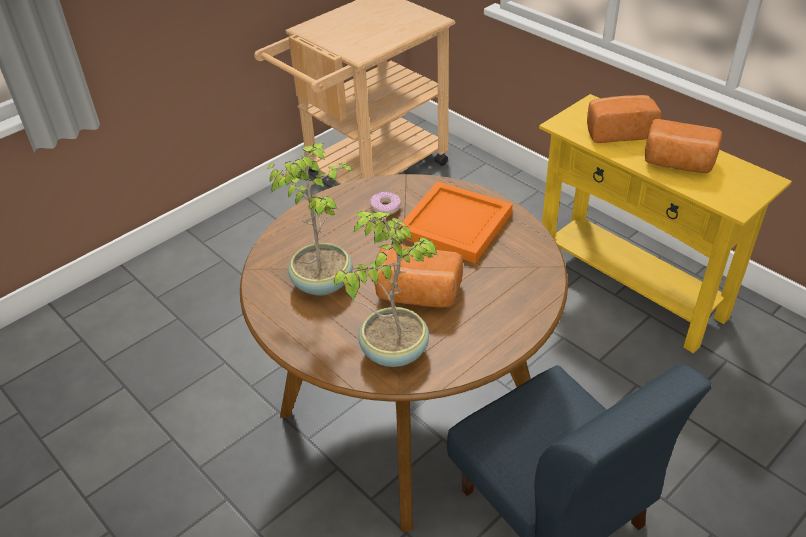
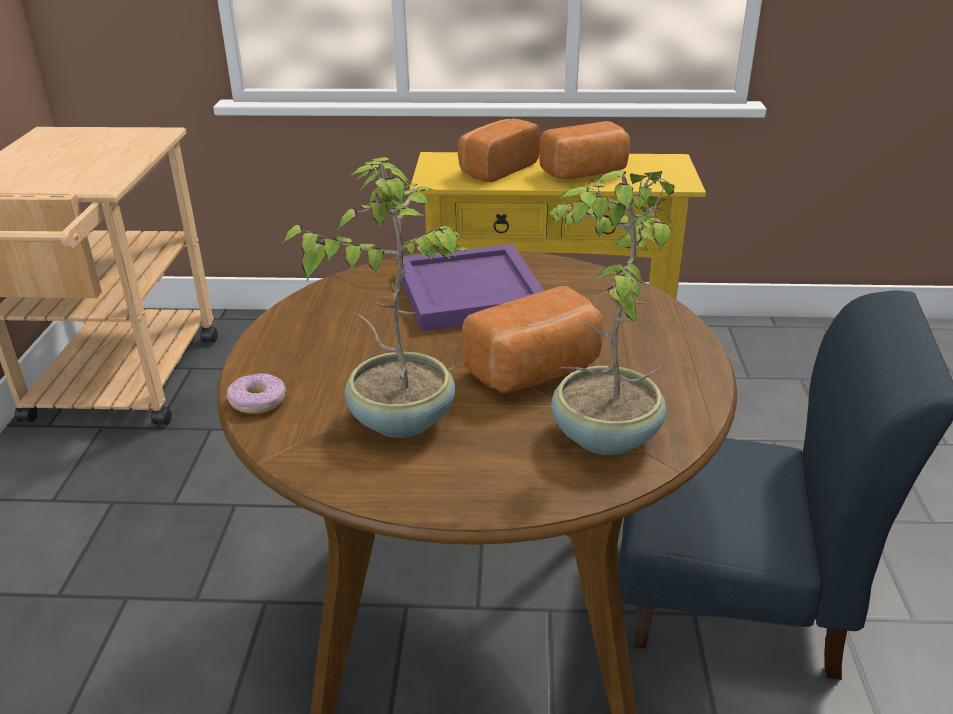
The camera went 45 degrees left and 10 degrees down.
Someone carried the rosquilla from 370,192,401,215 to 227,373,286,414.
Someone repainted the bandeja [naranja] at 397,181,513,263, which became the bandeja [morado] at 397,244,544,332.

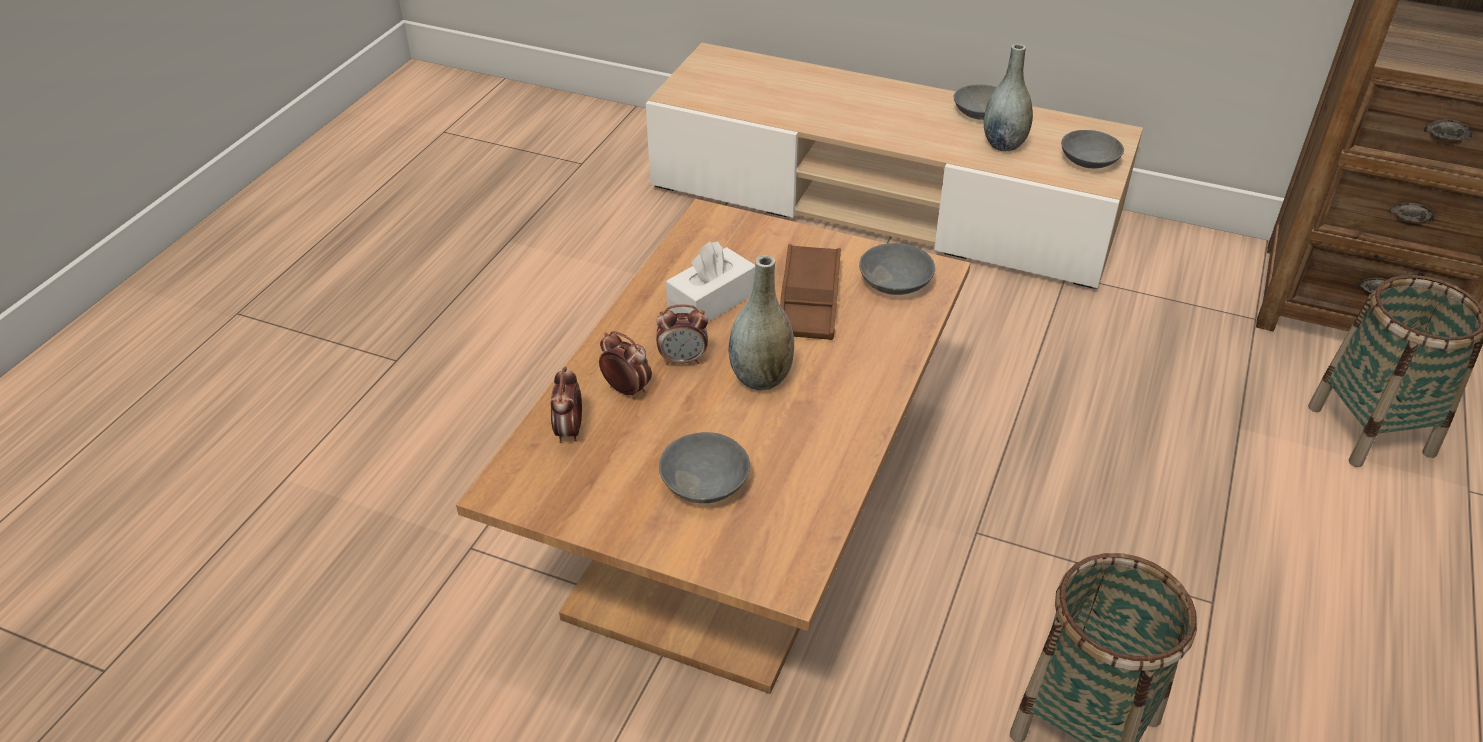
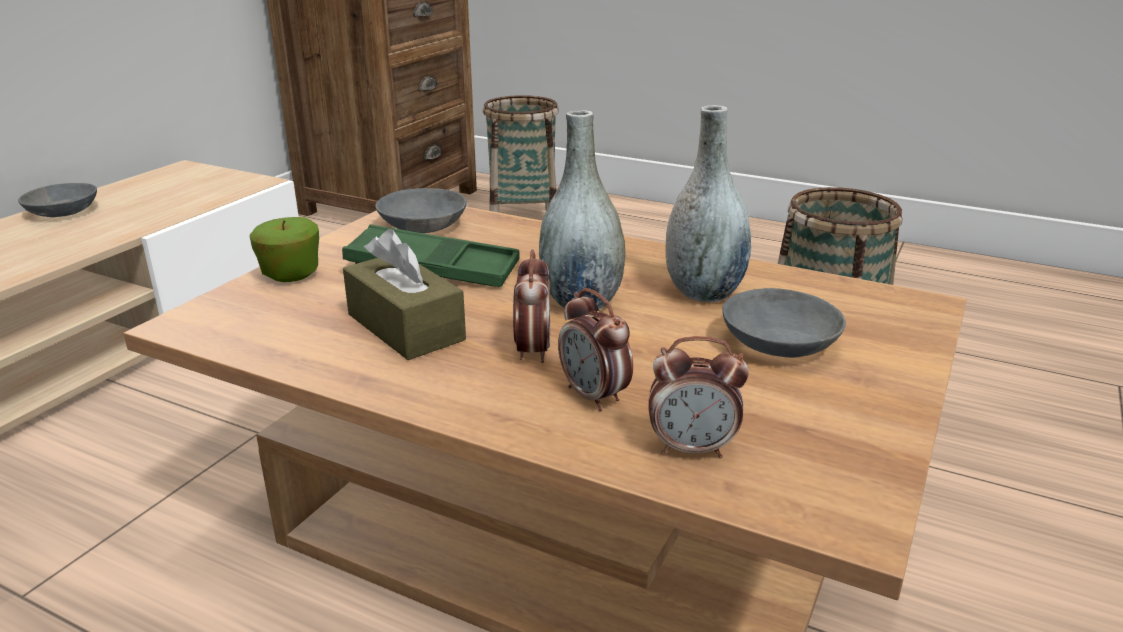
The camera went 85 degrees left and 15 degrees down.
Someone rotated the despertador at 599,331,652,399 by 75 degrees counterclockwise.
Someone repainted the caja de pañuelos [blanco] at 666,242,755,322, which became the caja de pañuelos [marrón] at 343,229,466,360.
Someone repainted the bandeja [marrón] at 780,244,841,340, which became the bandeja [verde] at 342,224,520,287.
Someone carried the florero [gris] from 984,44,1033,152 to 666,105,751,302.
Someone took away the cuenco [gris] at 1061,130,1124,168.
Someone put down the manzana at 249,217,319,282.

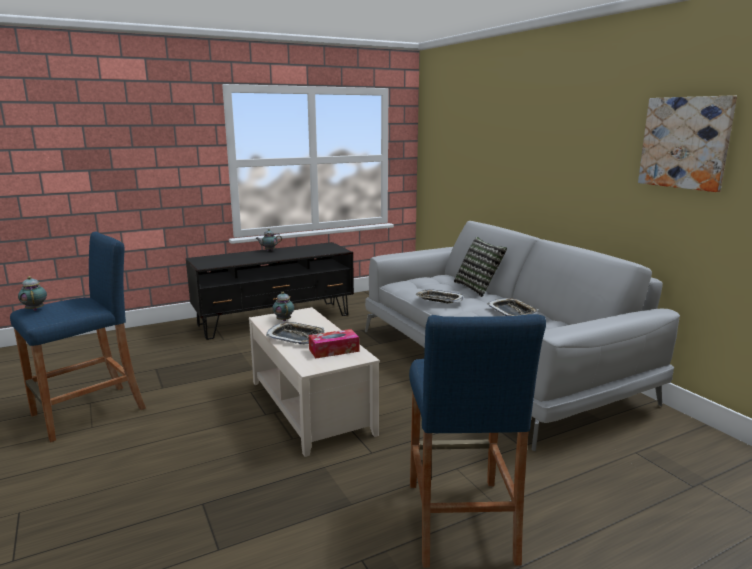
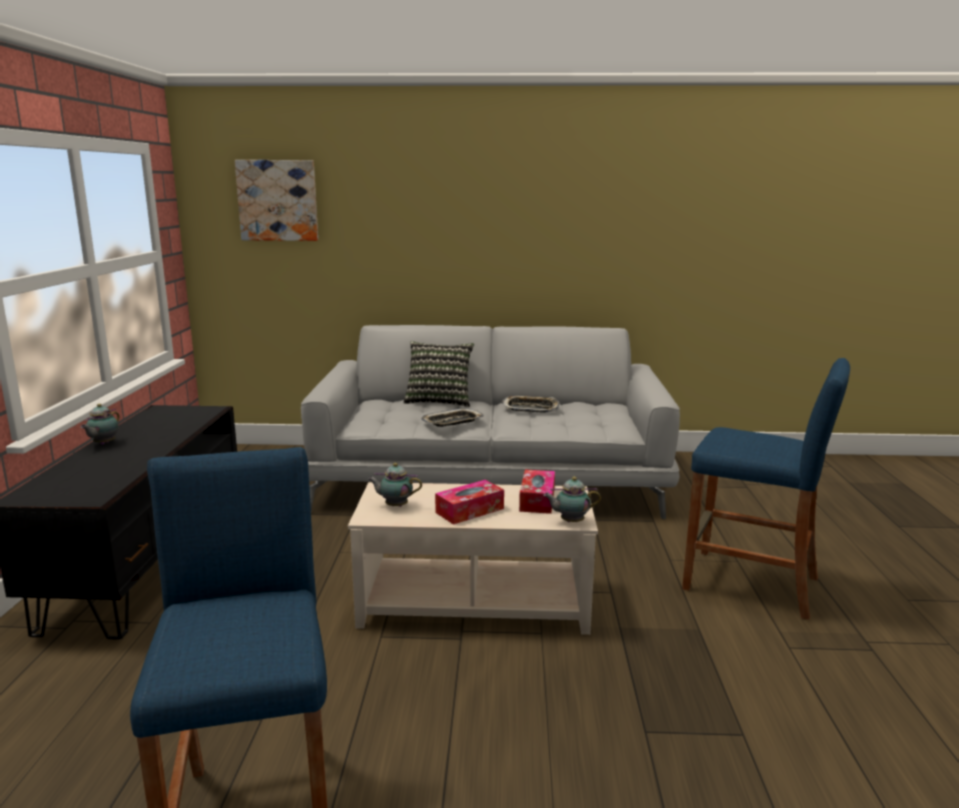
The camera went 60 degrees left and 0 degrees up.
Someone carried the tetera from 18,276,47,311 to 543,477,601,522.
Someone swapped the bandeja at 266,322,324,345 for the caja de pañuelos at 435,480,504,525.
Someone carried the cuadro from 638,95,737,192 to 235,160,318,241.

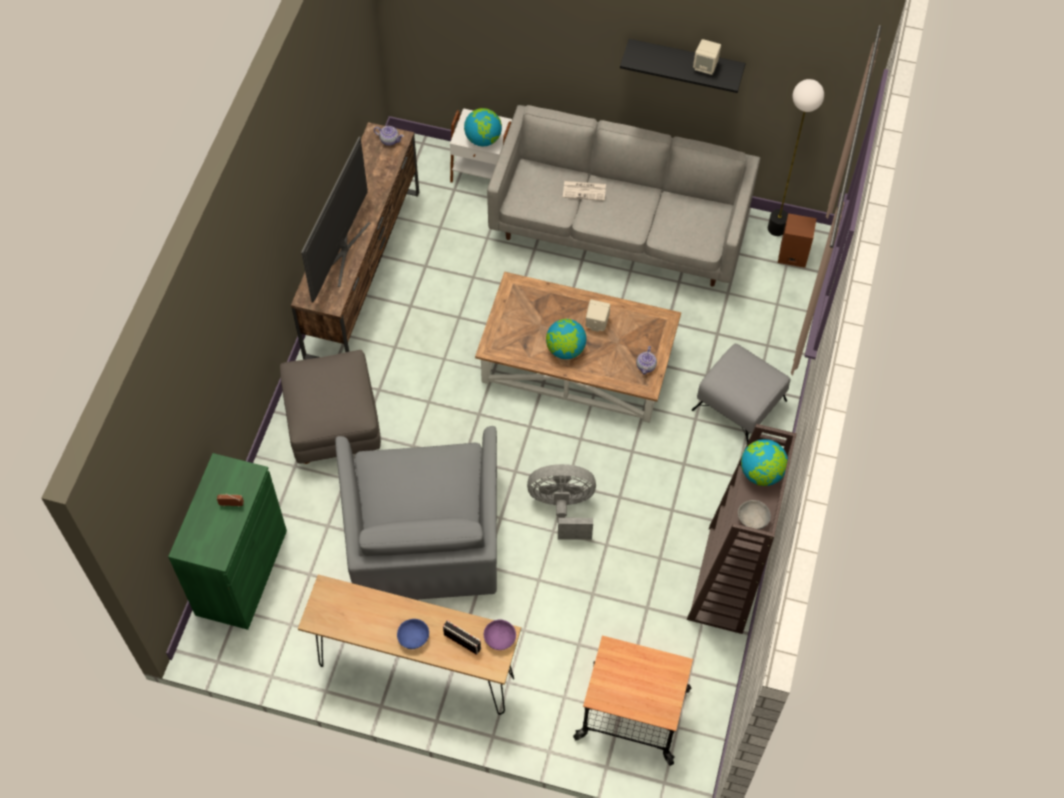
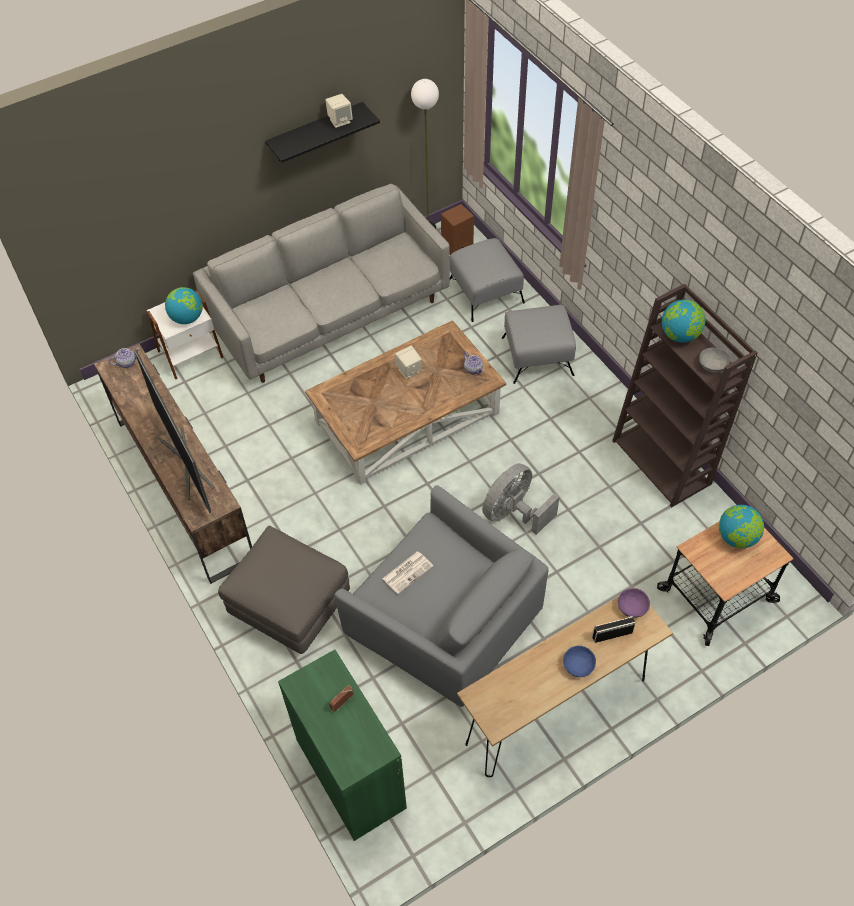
The camera went 45 degrees left and 5 degrees down.
Someone carried the globo terráqueo from 546,319,586,359 to 719,505,764,548.
Someone carried the periódico from 563,181,606,201 to 382,551,433,594.
Someone put down the puf [gris] at 450,238,525,322.

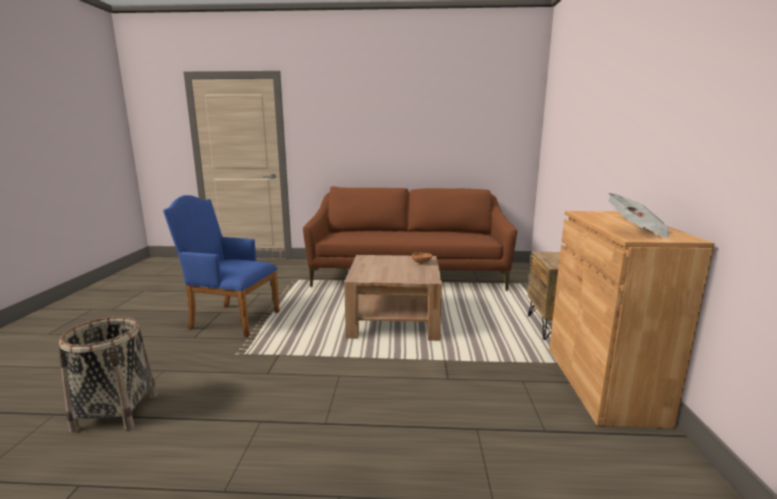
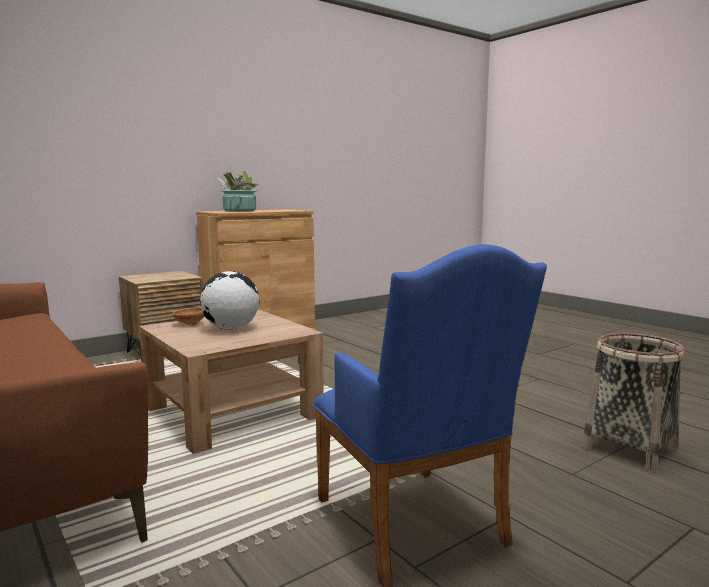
The camera went 130 degrees left and 5 degrees down.
Someone took away the periódico at 608,193,670,239.
Someone put down the globo terráqueo at 200,271,260,330.
Someone put down the planta en maceta at 218,171,258,212.

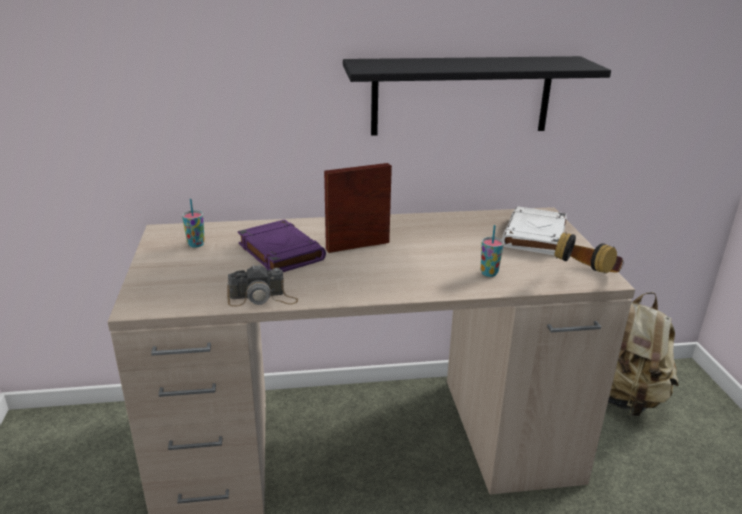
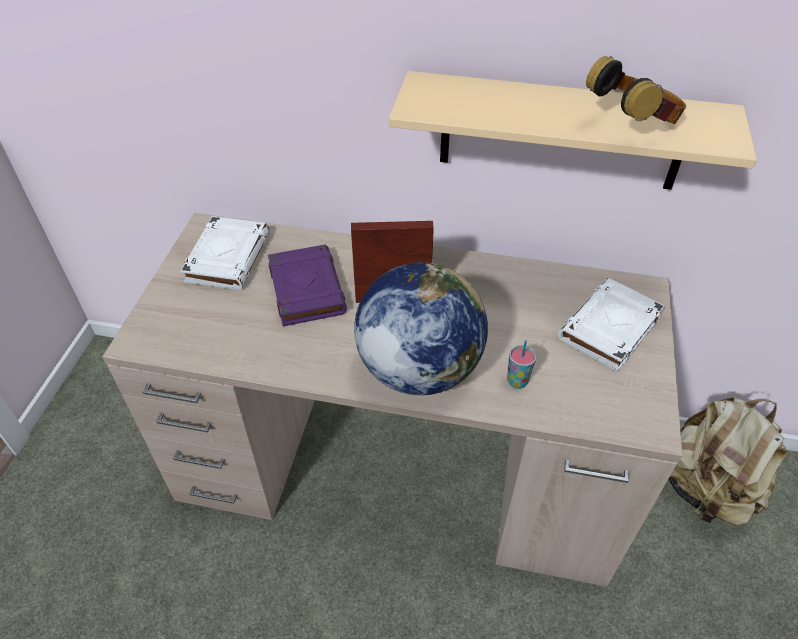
The camera went 20 degrees right and 20 degrees up.
Someone swapped the taza at 182,199,205,248 for the libro [blanco] at 180,216,269,290.
Someone took away the cámara at 227,264,298,307.
Someone repainted the estante [negro] at 343,56,611,136, which became the estante [beis] at 389,71,757,190.
Someone carried the auriculares from 554,233,624,274 to 586,56,686,124.
Someone put down the globo terráqueo at 354,262,488,395.

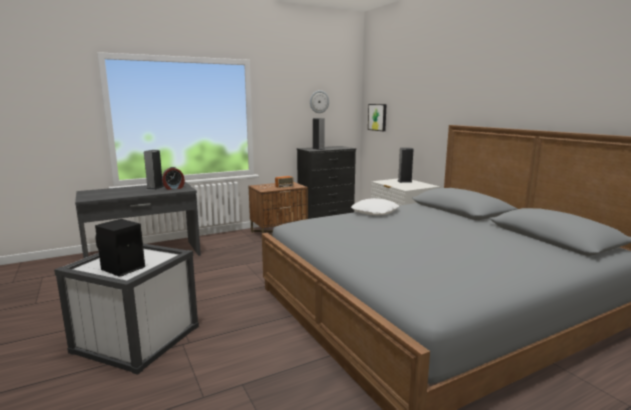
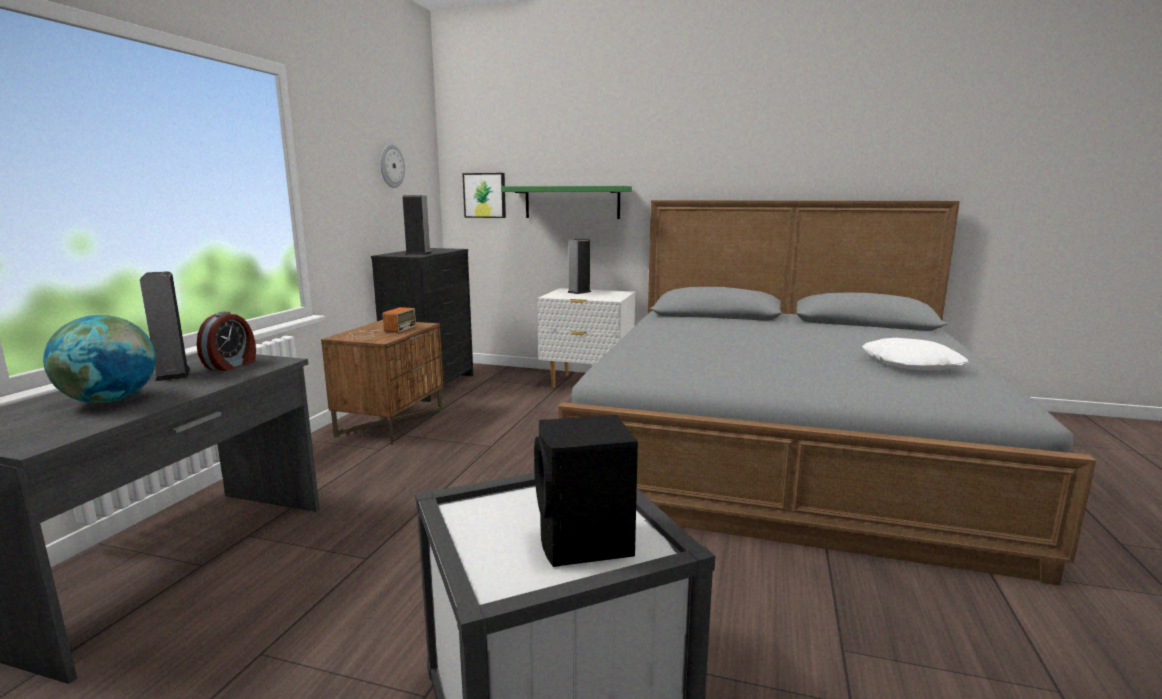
The camera went 45 degrees left and 0 degrees up.
Someone carried the cojín [blanco] from 351,198,399,215 to 862,338,968,370.
Someone put down the globo terráqueo at 43,315,156,404.
Someone put up the estante [verde] at 501,186,632,219.

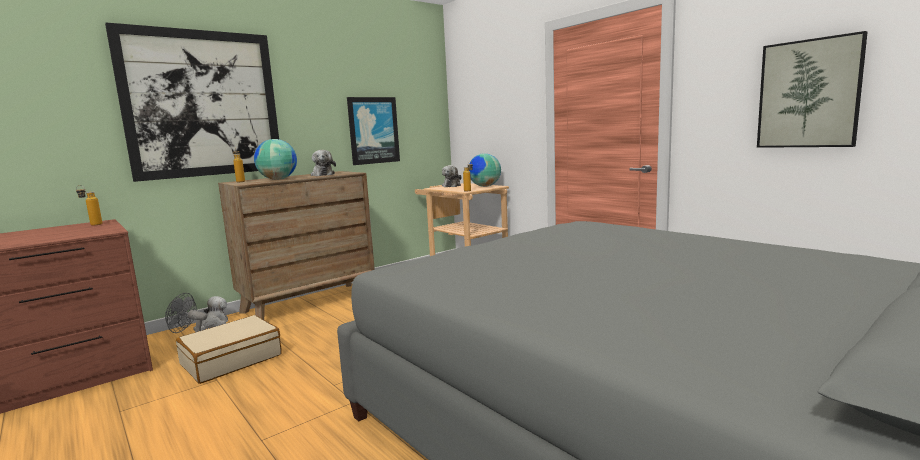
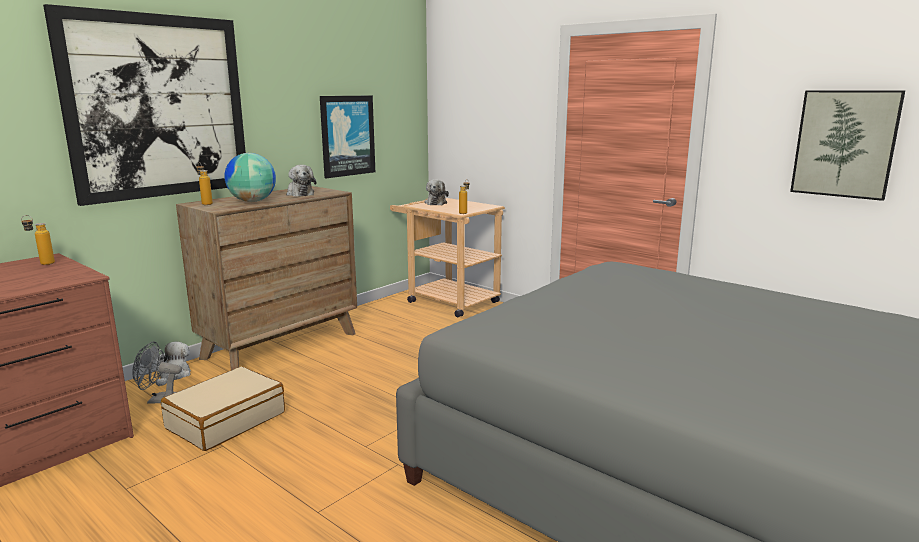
The camera went 10 degrees left and 5 degrees up.
Someone took away the globo terráqueo at 469,153,501,187.

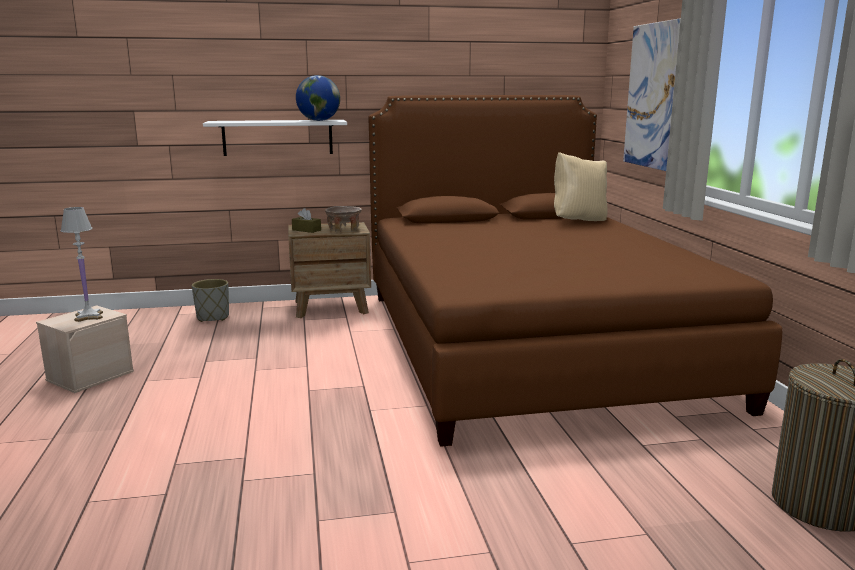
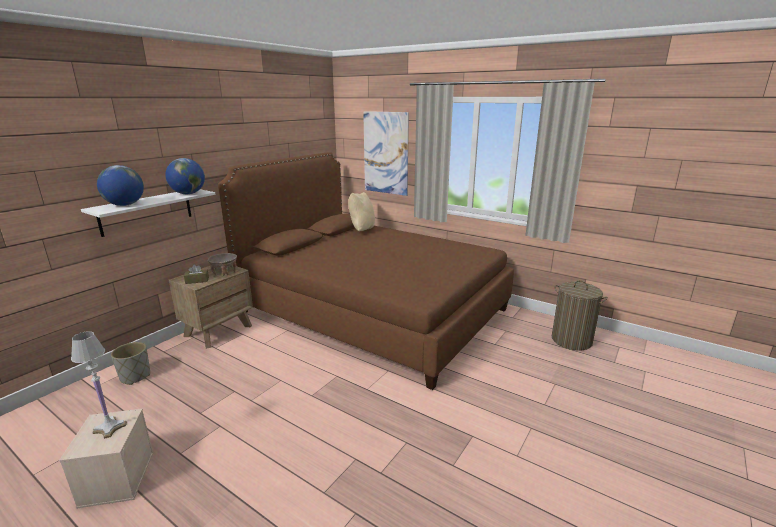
The camera went 45 degrees left and 5 degrees up.
Someone put down the globo terráqueo at 97,165,144,206.

